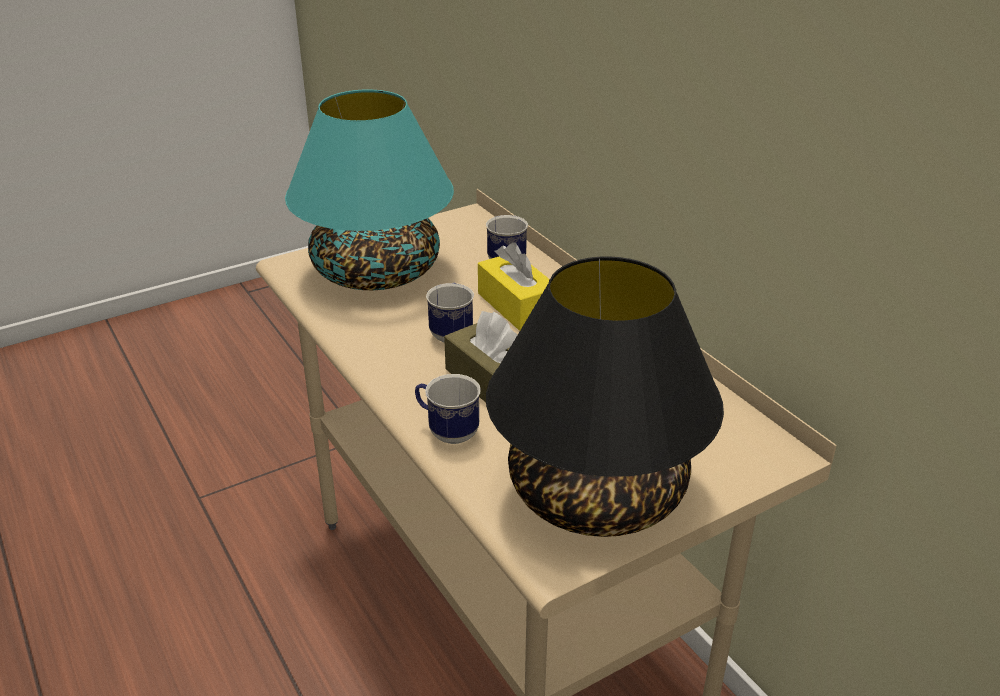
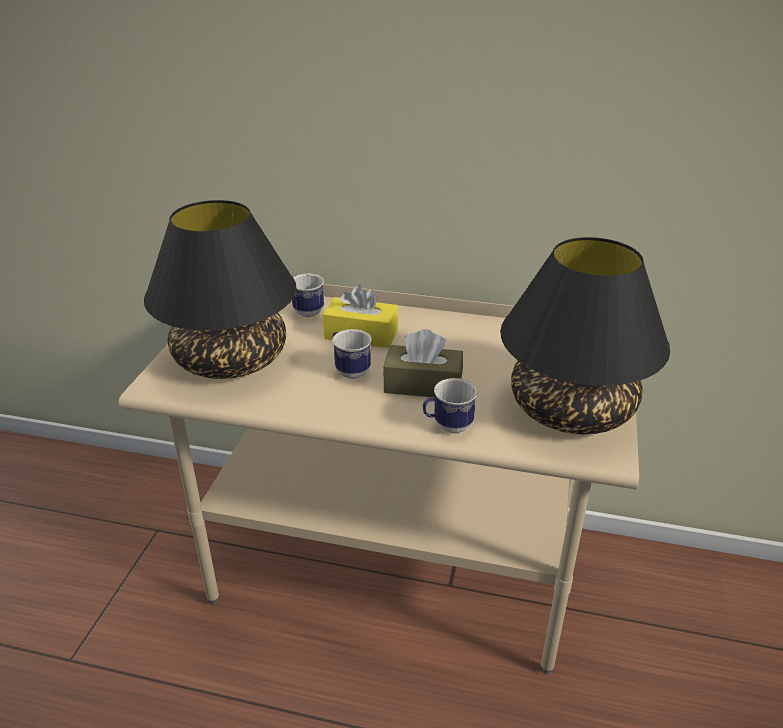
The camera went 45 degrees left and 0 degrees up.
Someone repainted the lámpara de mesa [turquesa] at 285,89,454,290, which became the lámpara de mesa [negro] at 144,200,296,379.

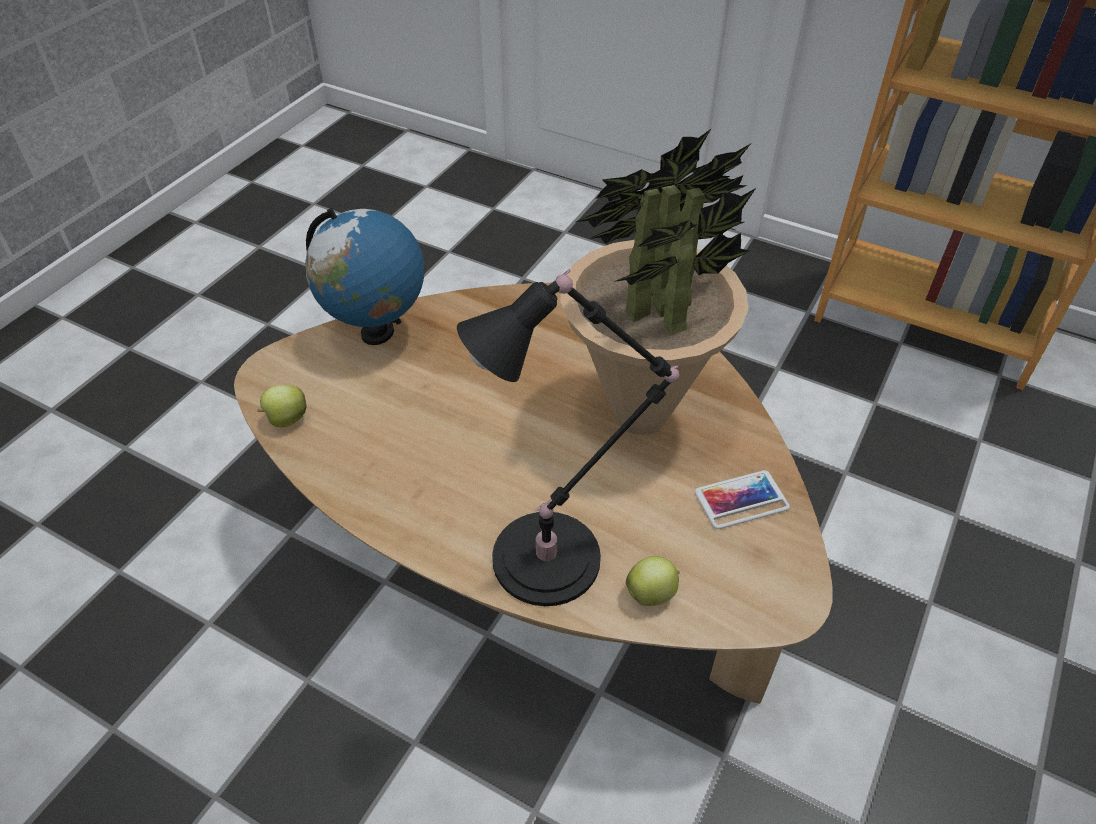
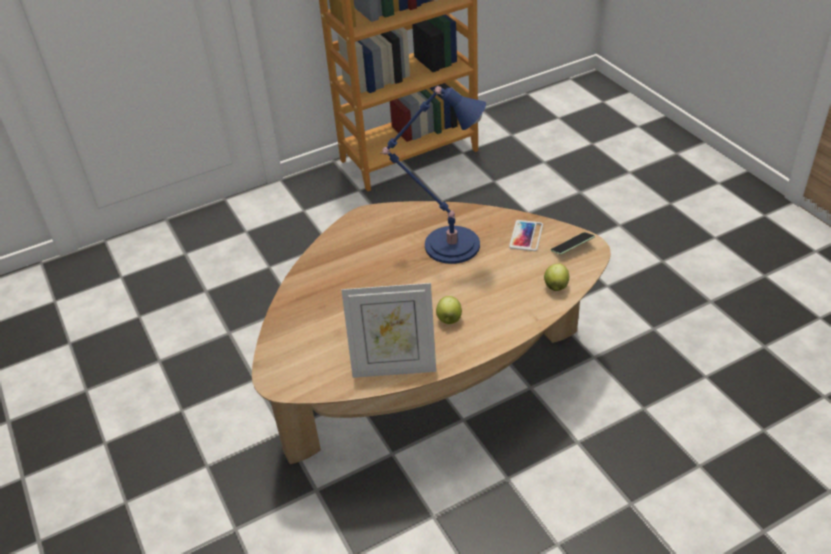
The camera went 55 degrees left and 5 degrees down.
Someone carried the manzana from 257,385,307,427 to 436,296,462,324.
Someone took away the globo terráqueo at 305,208,424,345.
Someone took away the lámpara de mesa [negro] at 457,269,680,606.
Someone swapped the planta en maceta at 560,129,756,435 for the lámpara de mesa [azul] at 380,86,486,264.
Someone put down the portarretratos at 341,283,436,378.
Someone put down the móvil at 551,232,595,254.

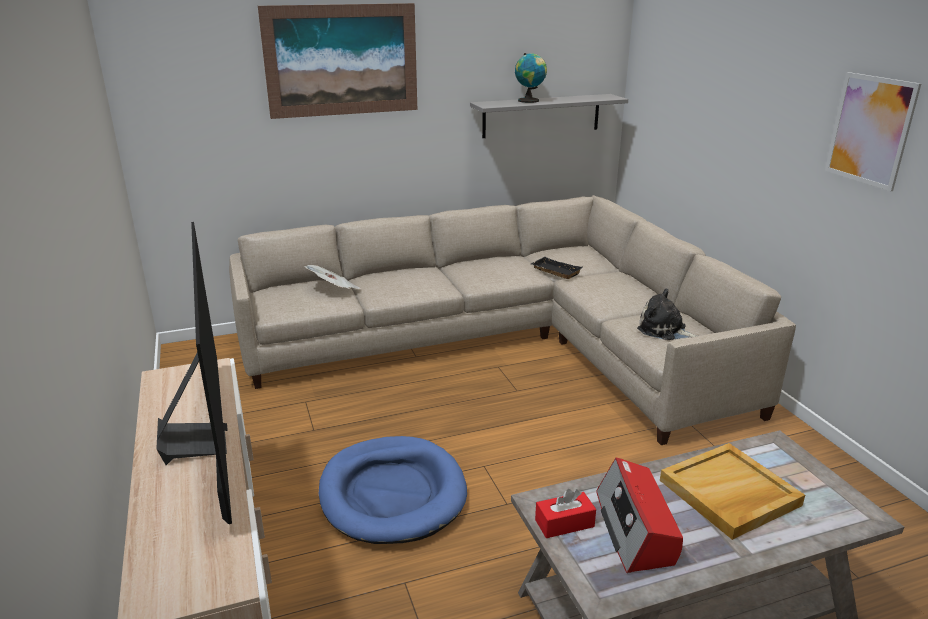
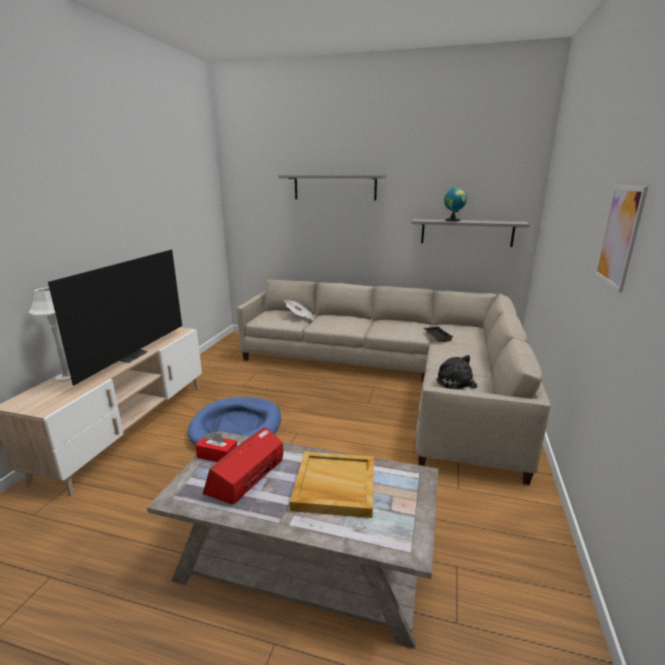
The camera went 35 degrees right and 5 degrees down.
Someone swapped the cuadro at 258,3,417,119 for the estante [gris] at 278,175,386,201.
Someone put down the lámpara de mesa [blanco] at 28,287,71,382.

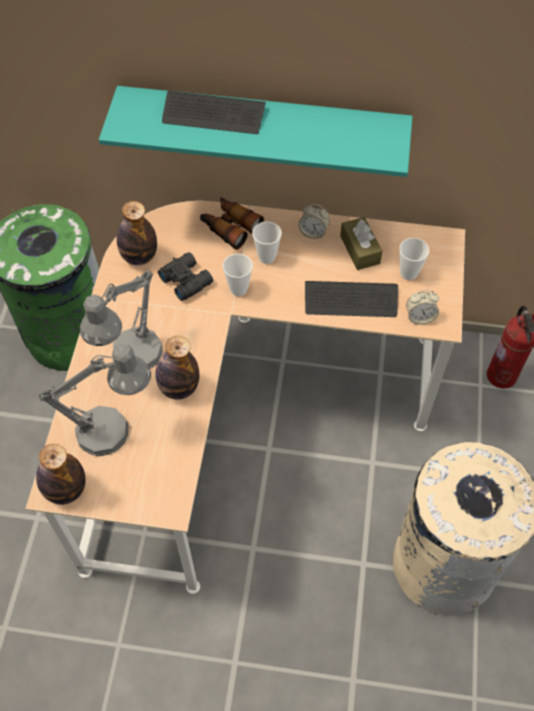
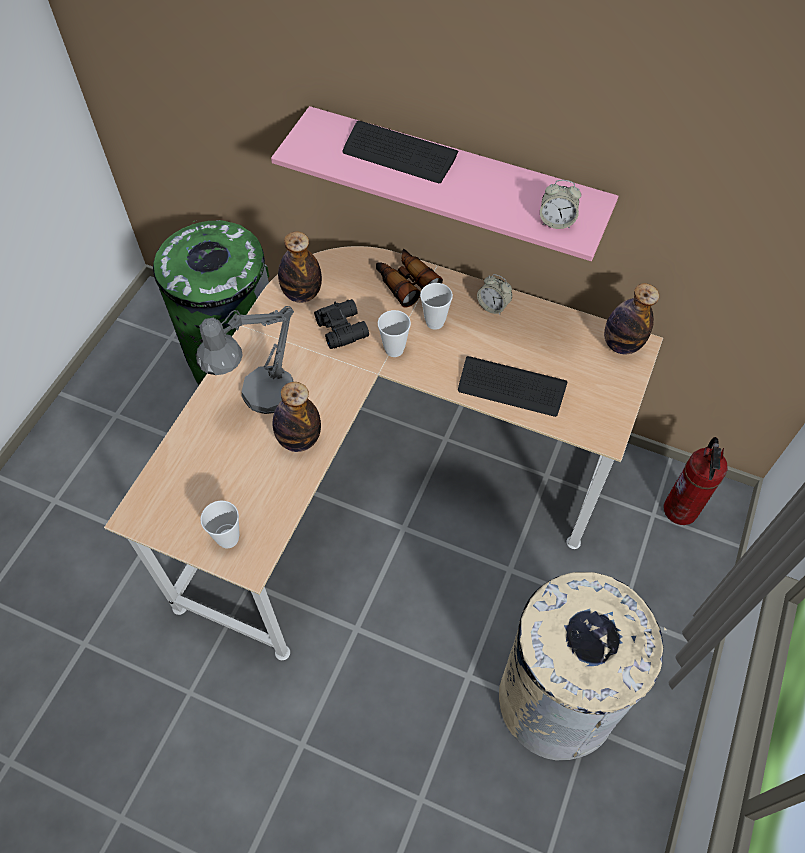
The camera went 15 degrees right and 0 degrees up.
Someone carried the botella from 36,444,86,505 to 604,283,659,354.
Someone took away the lámpara de mesa [gris] at 39,343,151,456.
Someone repainted the estante [turquesa] at 99,86,413,177, which became the estante [rosa] at 271,106,618,261.
Someone took away the caja de pañuelos [marrón] at 340,217,382,270.
Someone carried the taza from 399,238,429,280 to 200,501,240,548.
Someone carried the despertador from 406,290,439,325 to 540,180,581,229.

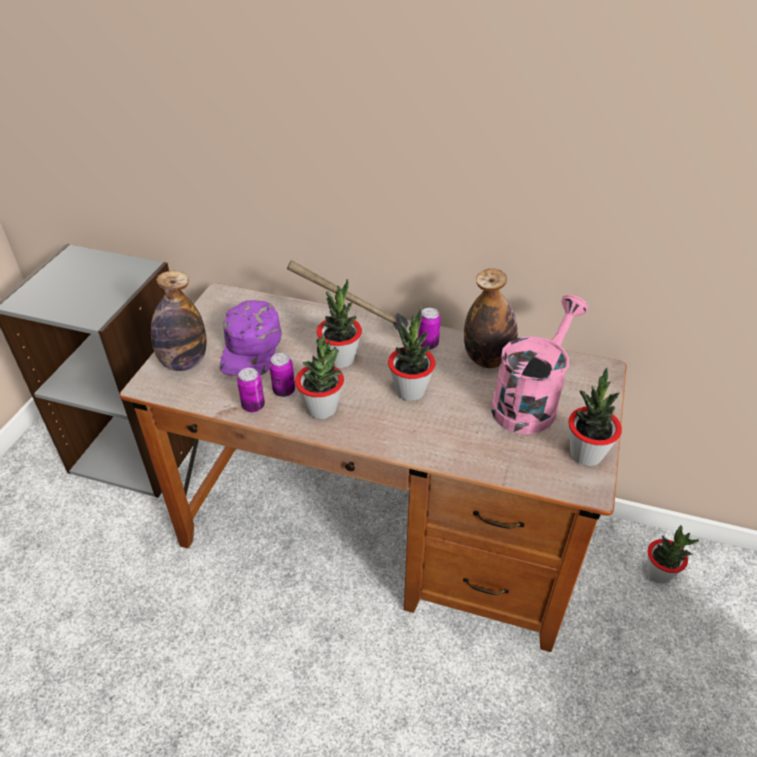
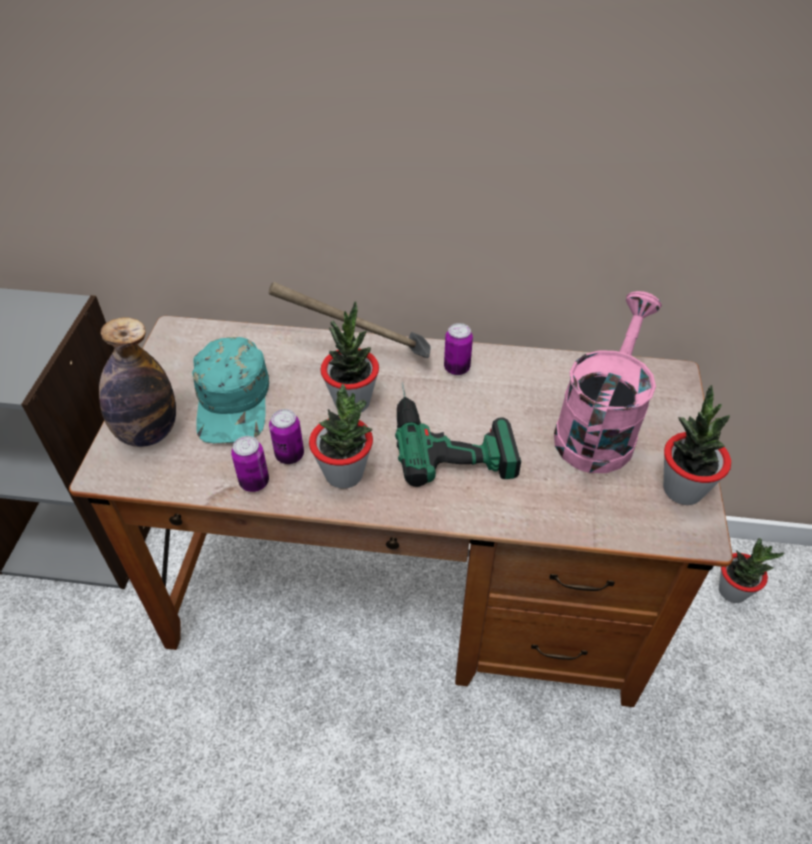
The camera went 10 degrees left and 5 degrees up.
Someone repainted the gorra [morado] at 219,300,281,376, which became the gorra [turquesa] at 192,337,269,443.
Someone swapped the planta en maceta at 388,308,436,401 for the taladro at 395,382,521,487.
Someone took away the botella at 464,268,518,368.

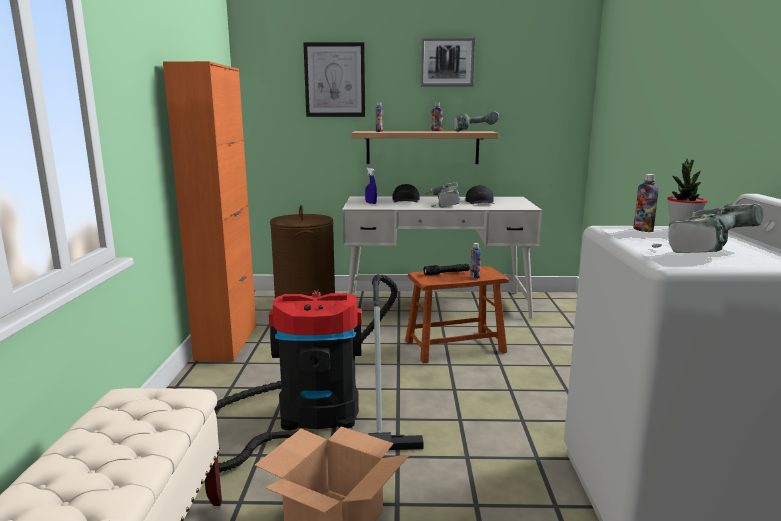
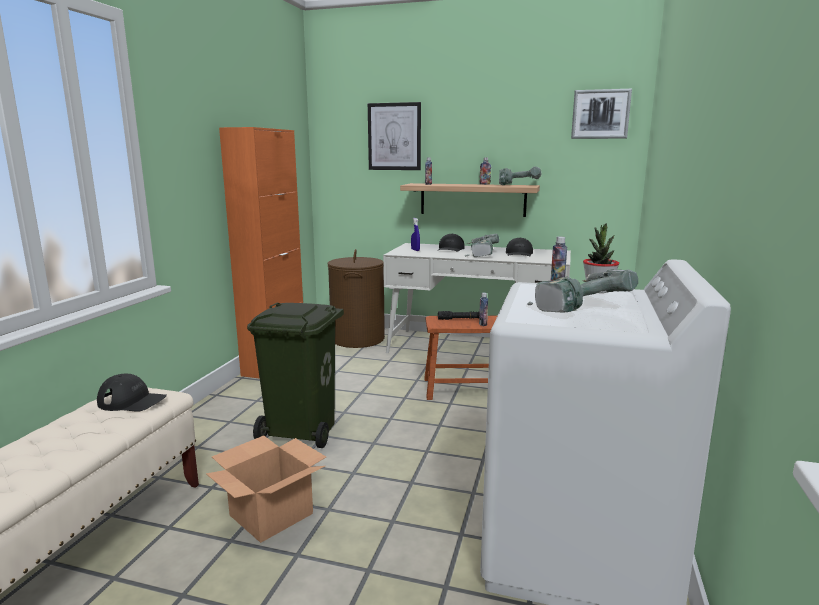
The camera went 15 degrees right and 0 degrees up.
Someone swapped the aspiradora at 214,274,424,473 for the papelera [verde] at 247,303,344,448.
Someone carried the cuadro from 420,37,475,87 to 571,89,632,139.
Someone put down the gorra [negro] at 97,374,167,411.

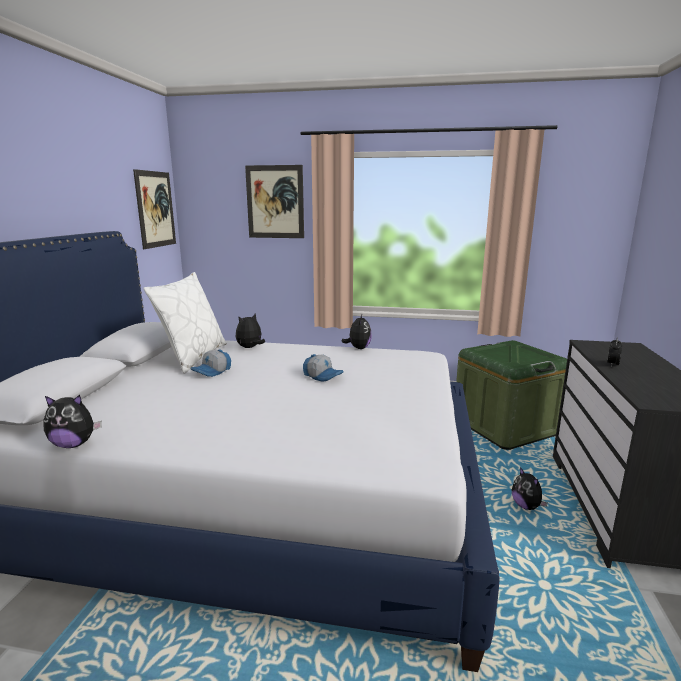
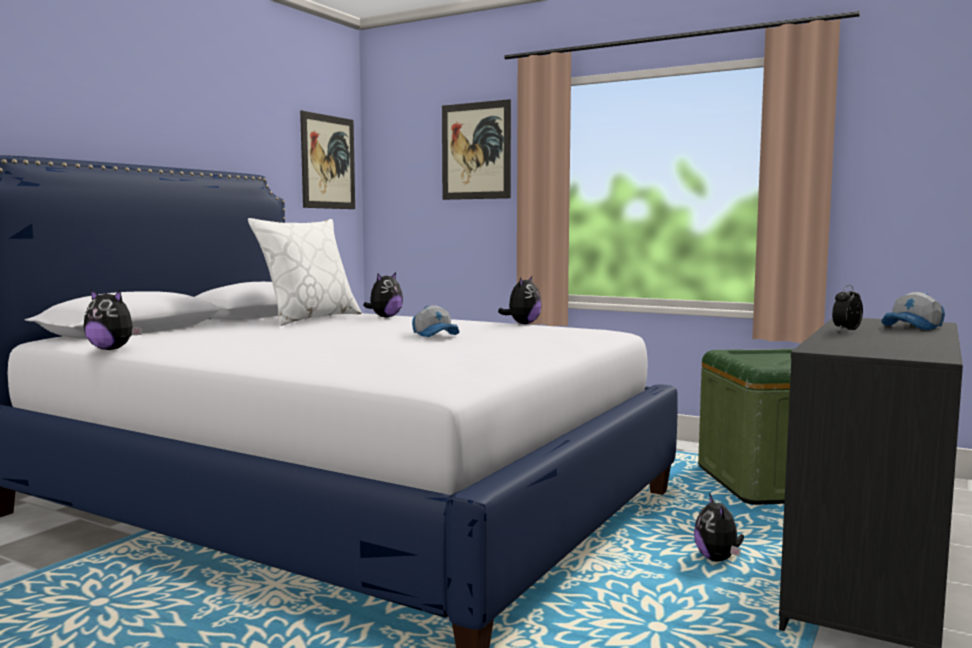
The camera went 20 degrees right and 10 degrees down.
Someone carried the gorra from 190,349,231,377 to 881,292,945,330.
Someone rotated the peluche at 236,313,265,348 by 150 degrees clockwise.

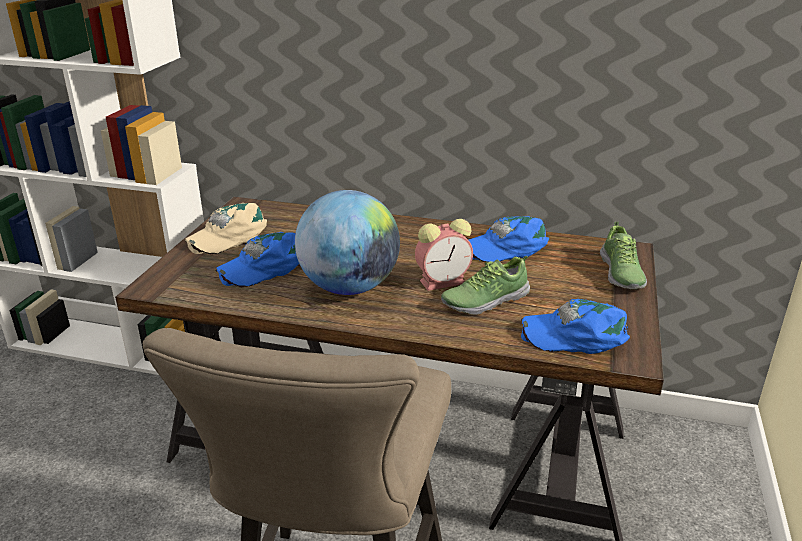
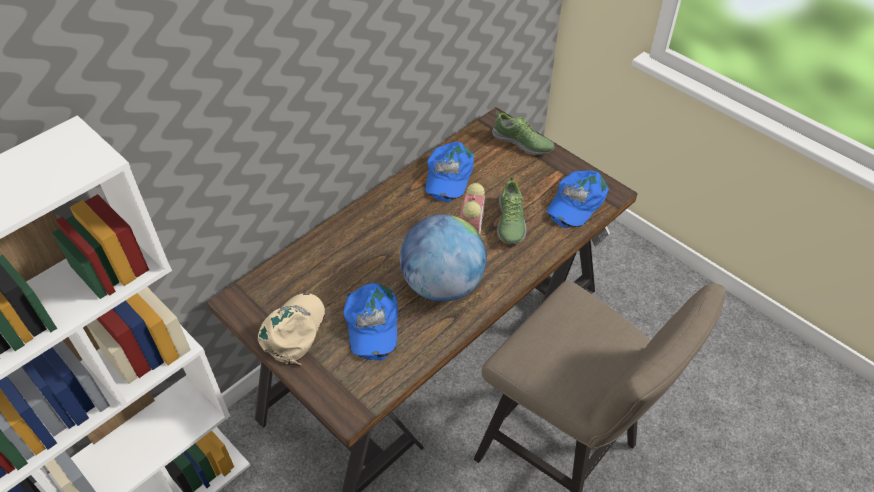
The camera went 60 degrees left and 20 degrees up.
Someone rotated the gorra [beis] at 185,203,267,254 by 150 degrees counterclockwise.

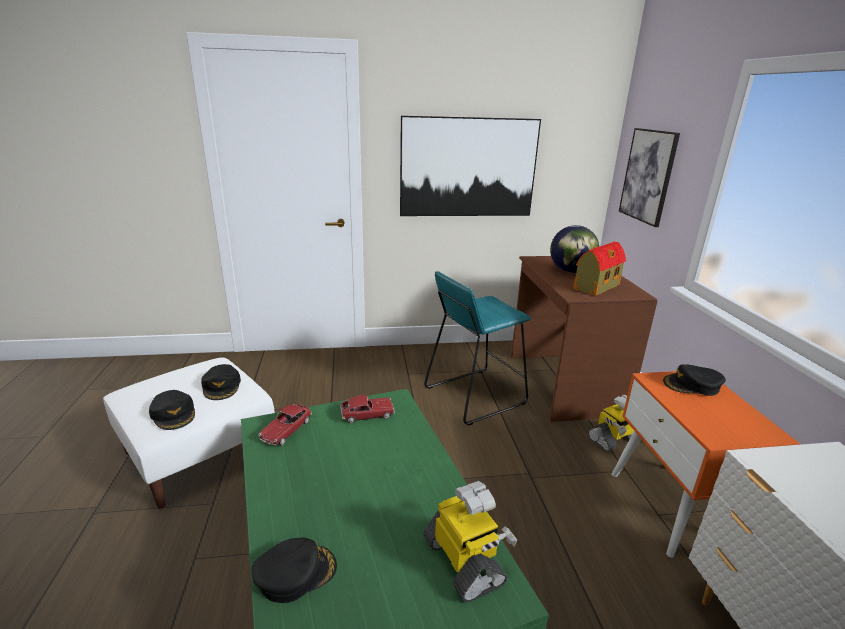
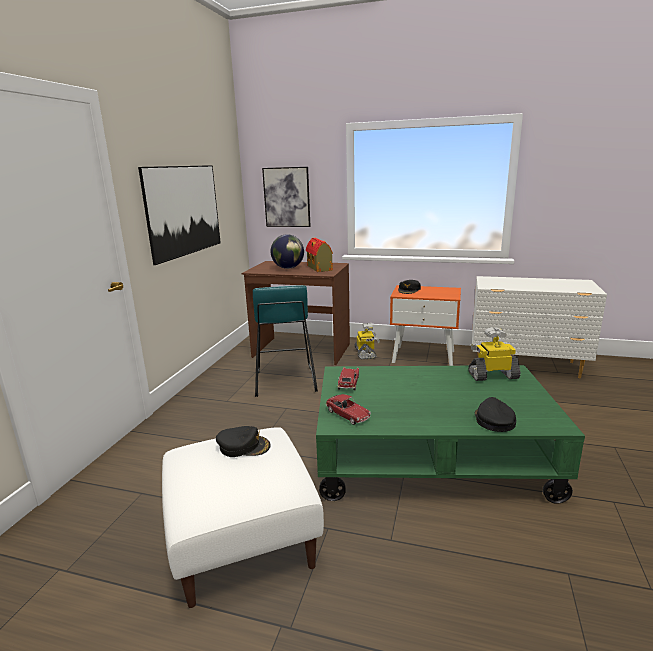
The camera went 65 degrees left and 5 degrees down.
Someone took away the gorra [negro] at 149,390,195,430.

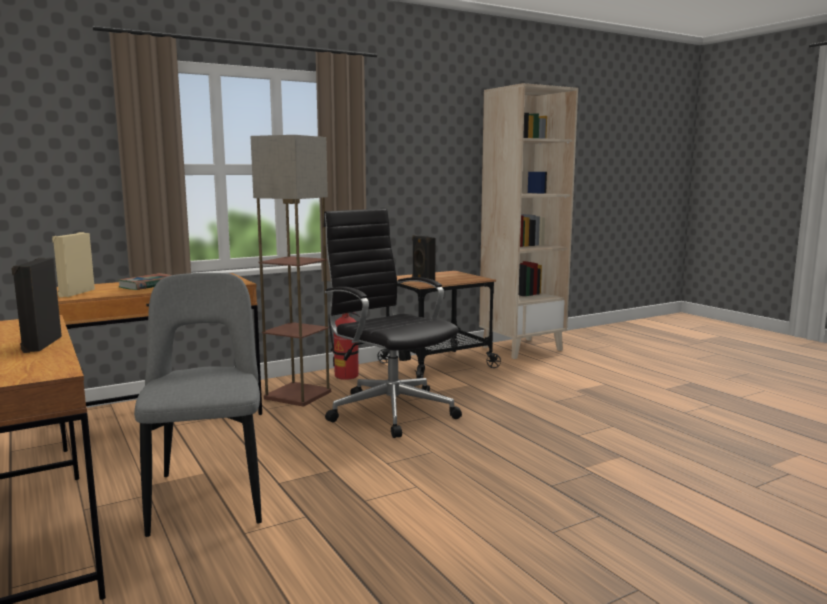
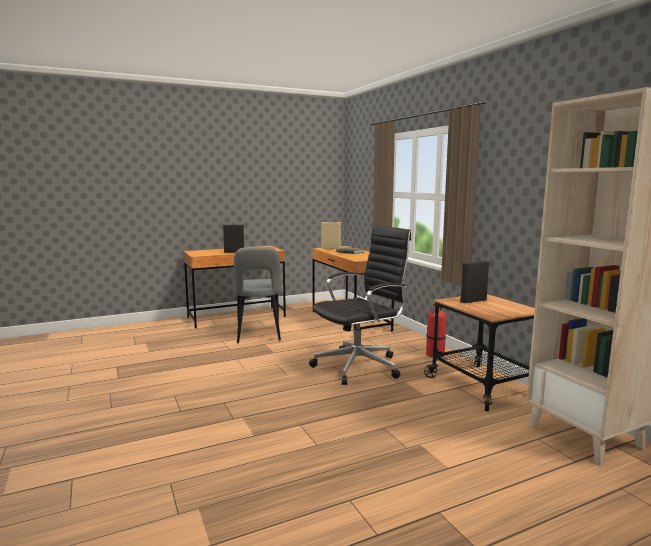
The camera went 95 degrees right and 0 degrees up.
Someone rotated the silla [gris] at 134,273,262,537 by 90 degrees clockwise.
Someone took away the lámpara de pie at 251,135,331,406.

